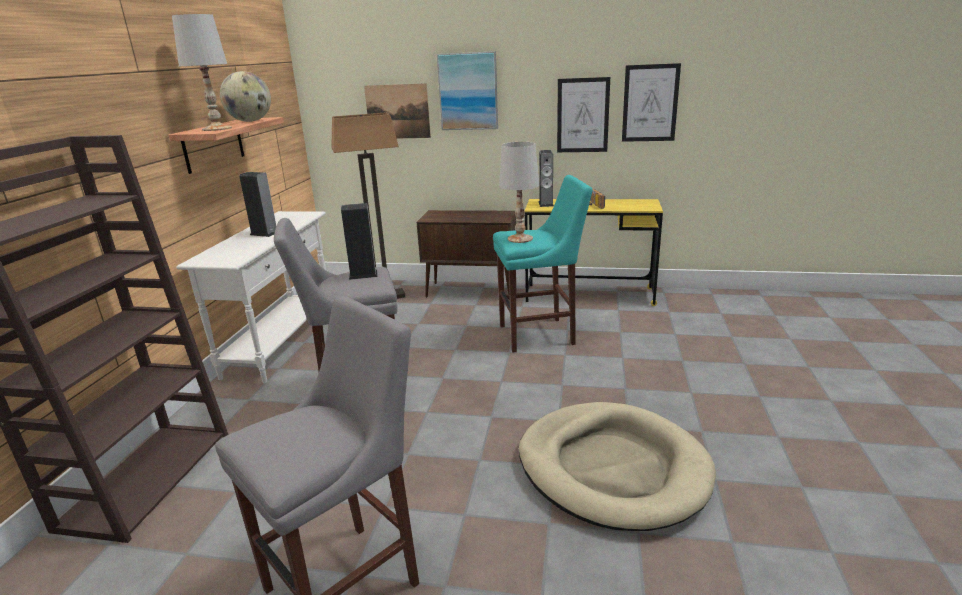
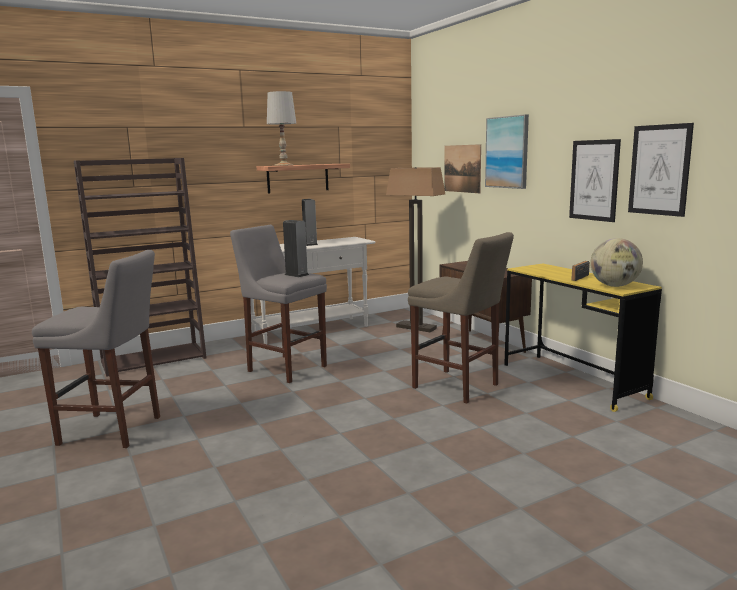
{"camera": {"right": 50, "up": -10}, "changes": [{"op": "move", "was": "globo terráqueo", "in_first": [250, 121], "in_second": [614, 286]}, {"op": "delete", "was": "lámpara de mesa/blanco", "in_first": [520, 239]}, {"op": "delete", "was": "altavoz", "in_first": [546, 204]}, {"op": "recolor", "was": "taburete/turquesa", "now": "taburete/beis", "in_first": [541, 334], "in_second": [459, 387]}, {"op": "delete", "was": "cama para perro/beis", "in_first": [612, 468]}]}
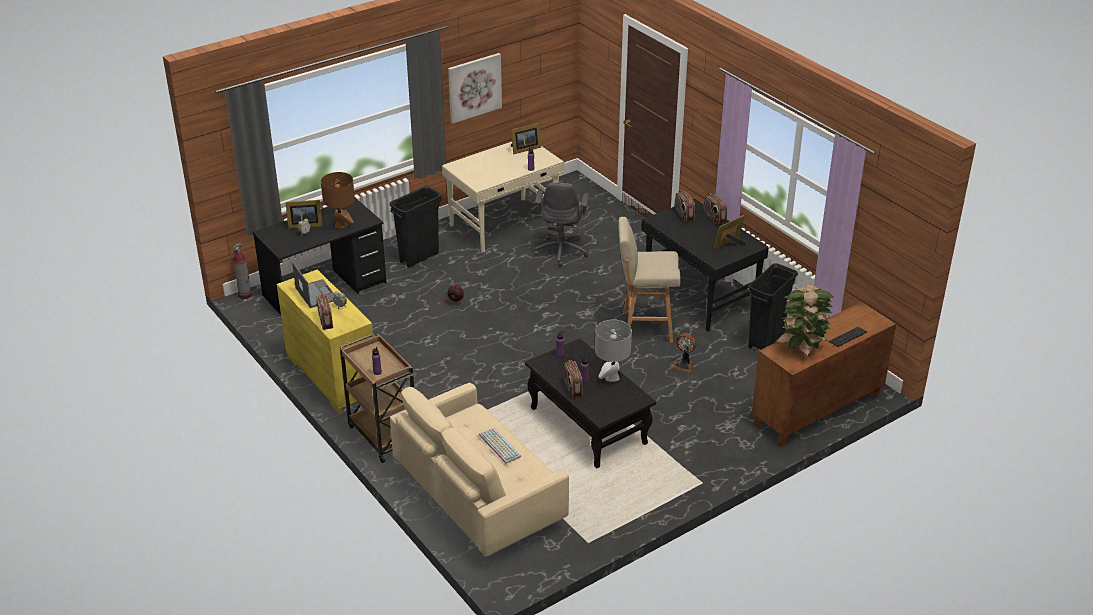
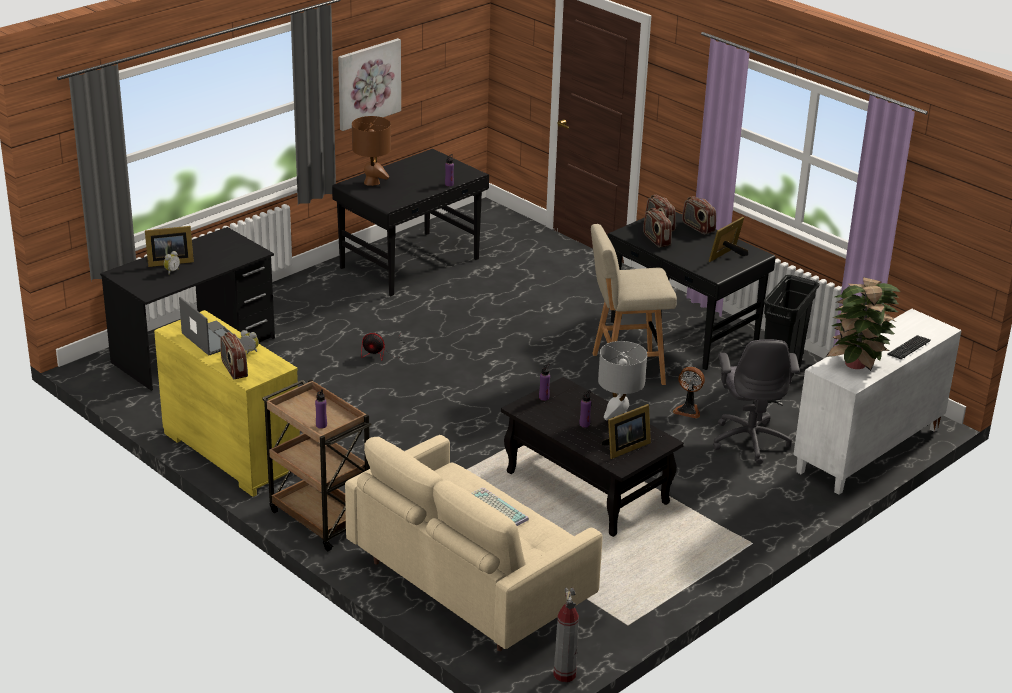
{"camera": {"right": -10, "up": -5}, "changes": [{"op": "move", "was": "portarretratos", "in_first": [524, 149], "in_second": [625, 448]}, {"op": "recolor", "was": "escritorio/beis", "now": "escritorio/negro", "in_first": [504, 225], "in_second": [411, 263]}, {"op": "move", "was": "lámpara de mesa/marrón", "in_first": [341, 225], "in_second": [372, 182]}, {"op": "move", "was": "silla de oficina/gris", "in_first": [562, 251], "in_second": [750, 440]}, {"op": "delete", "was": "papelera/negro", "in_first": [419, 257]}, {"op": "move", "was": "extintor", "in_first": [245, 295], "in_second": [564, 674]}, {"op": "recolor", "was": "armario/marrón", "now": "armario/blanco", "in_first": [817, 411], "in_second": [868, 451]}, {"op": "move", "was": "radio", "in_first": [572, 388], "in_second": [656, 240]}]}
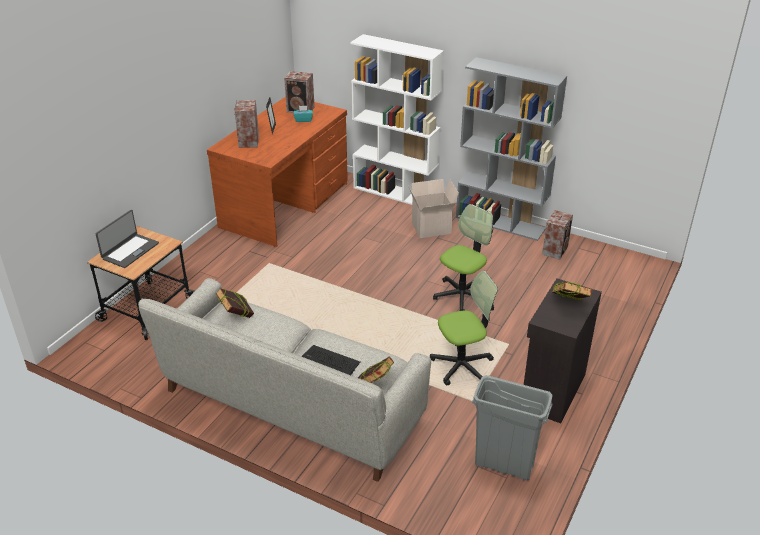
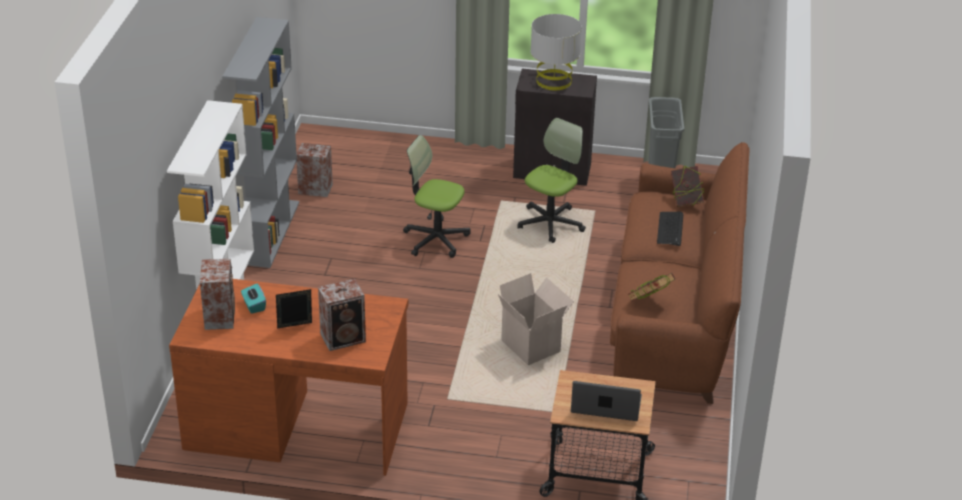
{"camera": {"right": -110, "up": 0}, "changes": [{"op": "move", "was": "caja de cartón", "in_first": [431, 229], "in_second": [532, 346]}, {"op": "rotate", "was": "silla de oficina", "in_first": [462, 366], "in_second": [550, 223], "clockwise": 75}, {"op": "recolor", "was": "sofá/gris", "now": "sofá/marrón", "in_first": [290, 405], "in_second": [674, 314]}, {"op": "replace", "was": "libro", "now": "lámpara de mesa/gris", "in_first": [569, 305], "in_second": [554, 81]}]}
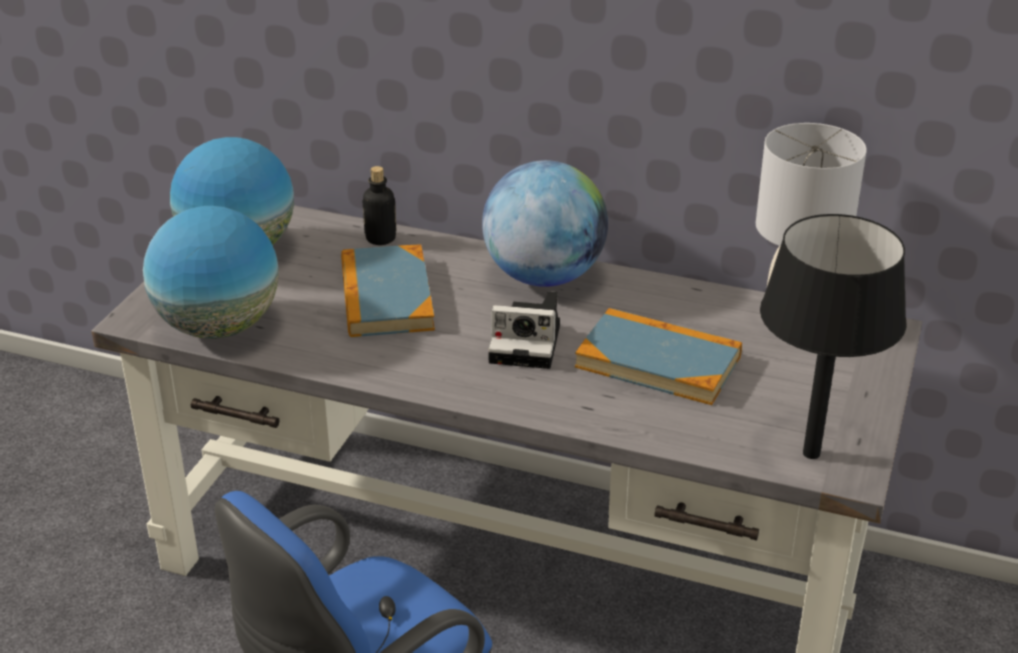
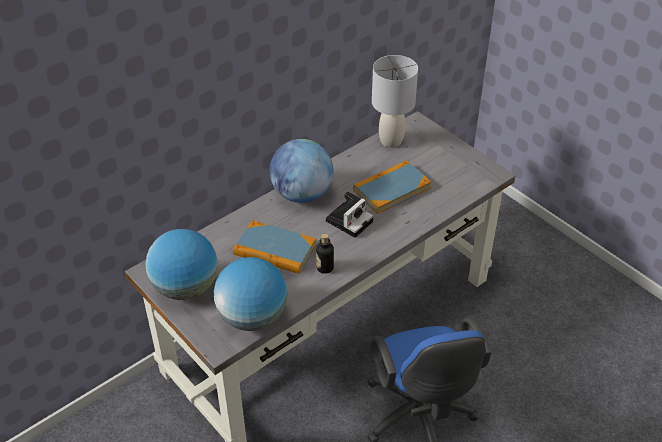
{"camera": {"right": -60, "up": 10}, "changes": [{"op": "move", "was": "botella", "in_first": [380, 238], "in_second": [325, 268]}, {"op": "delete", "was": "lámpara de mesa/negro", "in_first": [811, 454]}]}
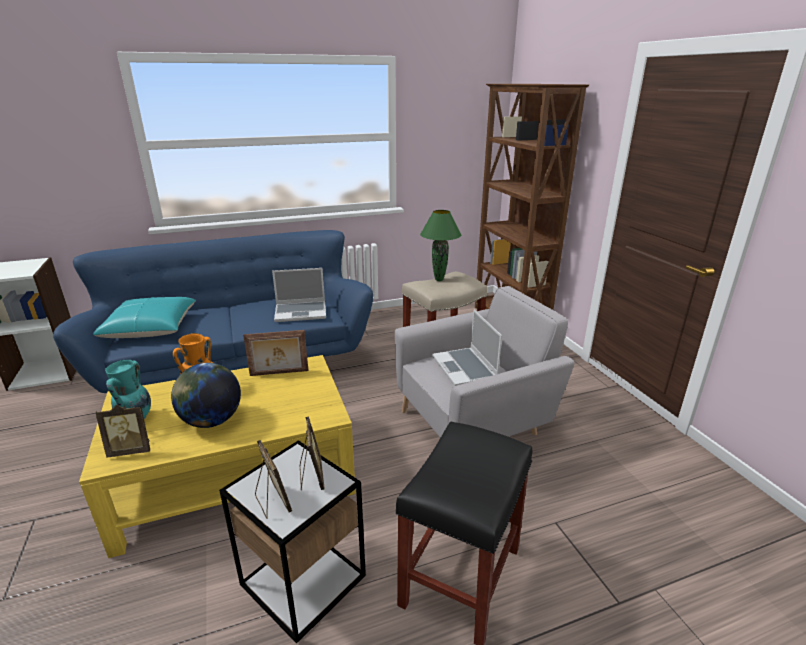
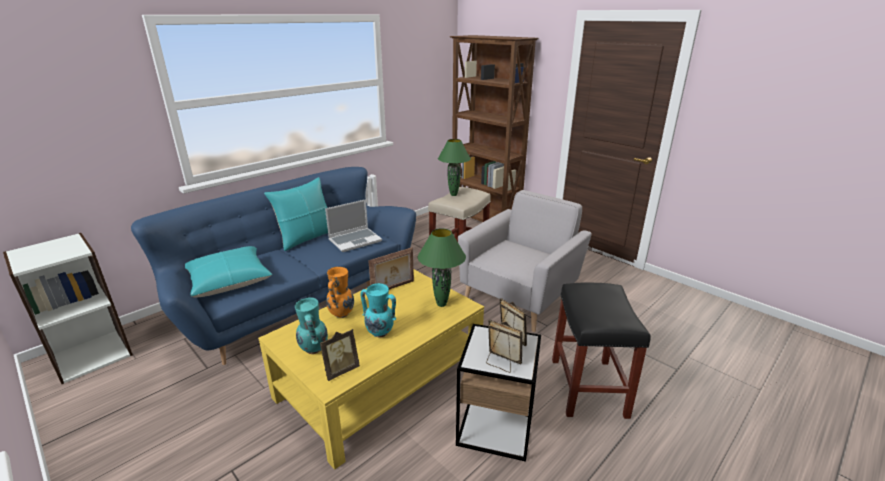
{"camera": {"right": -25, "up": 0}, "changes": [{"op": "delete", "was": "portátil", "in_first": [465, 368]}, {"op": "replace", "was": "globo terráqueo", "now": "florero/turquesa", "in_first": [211, 421], "in_second": [380, 333]}, {"op": "insert", "now": "cojín/turquesa", "in_second": [306, 238]}, {"op": "insert", "now": "lámpara de mesa/verde", "in_second": [441, 304]}]}
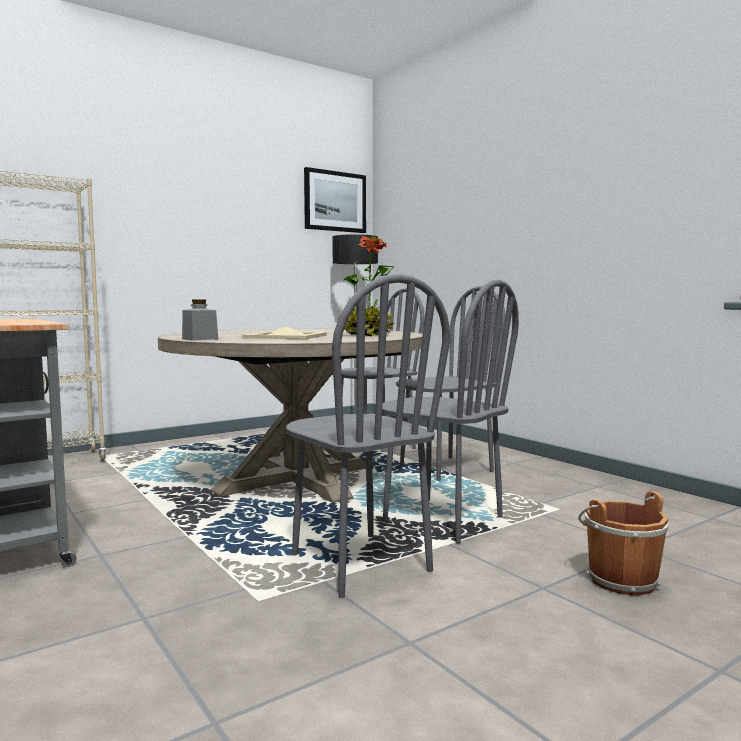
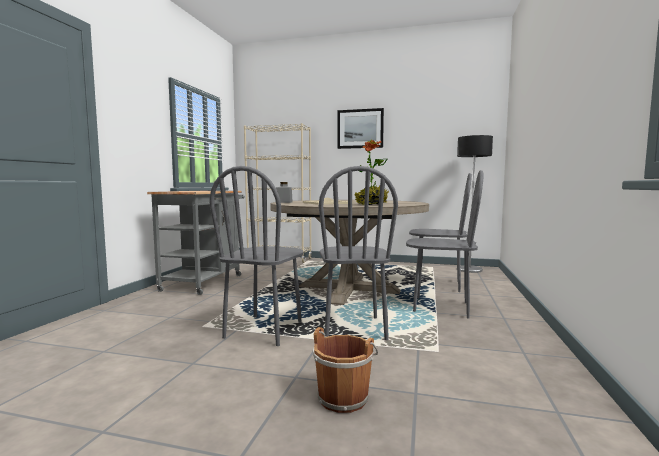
{"camera": {"right": 50, "up": 0}, "changes": [{"op": "move", "was": "cuadro", "in_first": [335, 201], "in_second": [360, 129]}]}
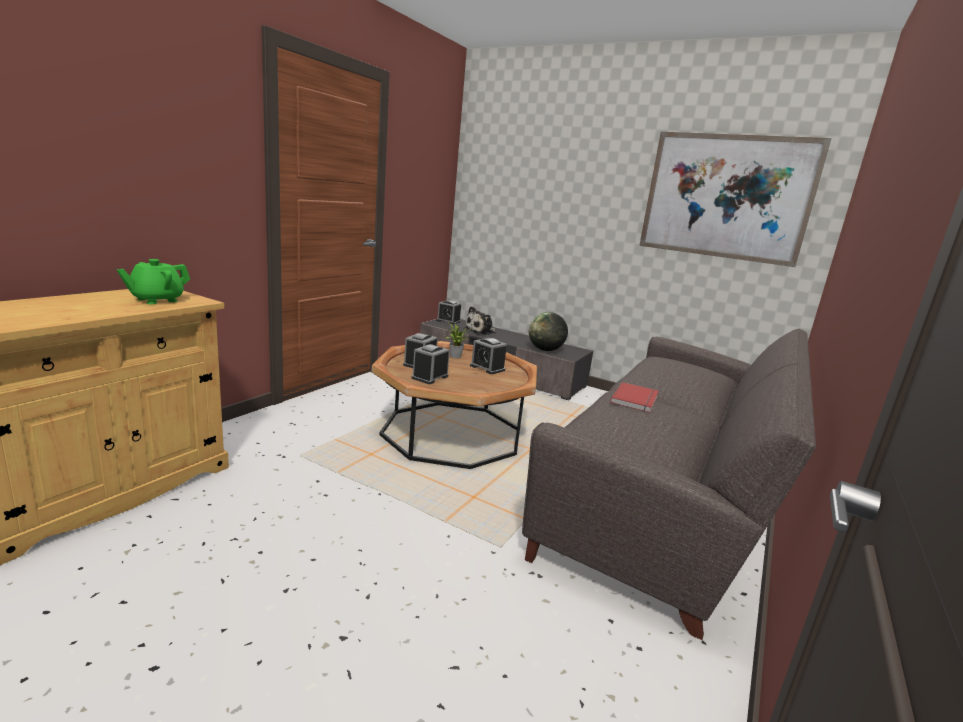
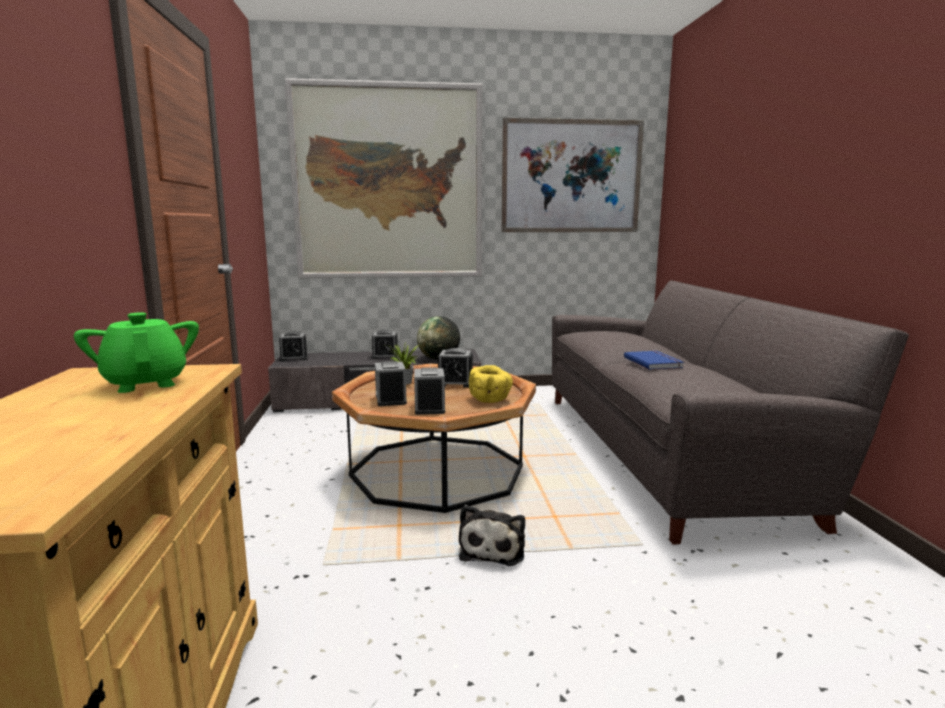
{"camera": {"right": -35, "up": -5}, "changes": [{"op": "rotate", "was": "tetera/verde", "in_first": [157, 300], "in_second": [146, 383], "clockwise": 150}, {"op": "move", "was": "peluche", "in_first": [481, 331], "in_second": [493, 549]}, {"op": "recolor", "was": "libro/rojo", "now": "libro/azul", "in_first": [636, 399], "in_second": [654, 362]}, {"op": "insert", "now": "cuadro", "in_second": [388, 183]}, {"op": "insert", "now": "despertador", "in_second": [385, 356]}, {"op": "insert", "now": "cuenco/amarillo", "in_second": [490, 399]}]}
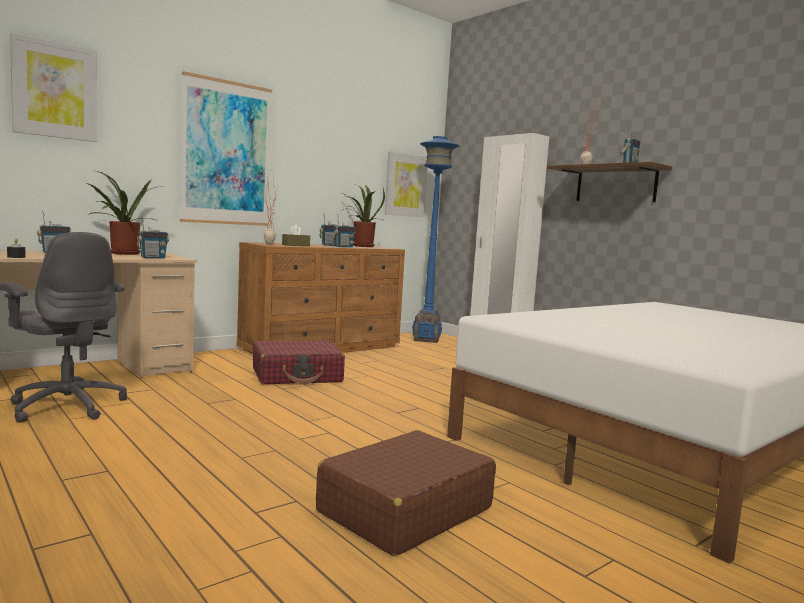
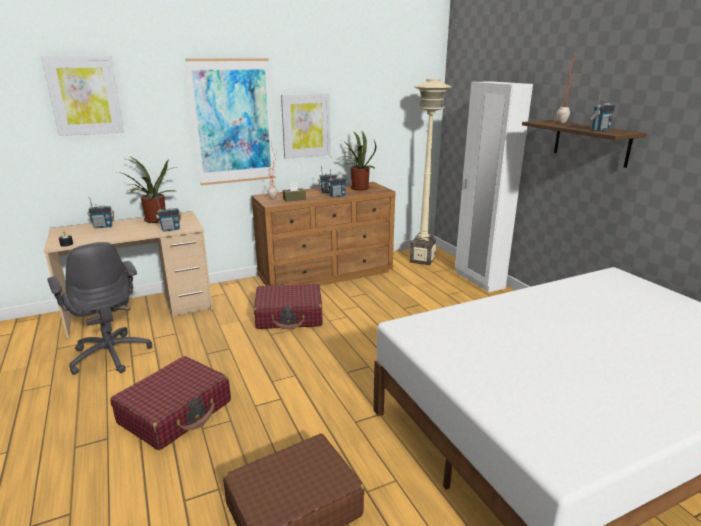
{"camera": {"right": 15, "up": 15}, "changes": [{"op": "recolor", "was": "lámpara de pie/azul", "now": "lámpara de pie/beis", "in_first": [426, 339], "in_second": [422, 260]}, {"op": "move", "was": "cuadro", "in_first": [405, 185], "in_second": [306, 125]}, {"op": "insert", "now": "maleta/rojo", "in_second": [176, 412]}]}
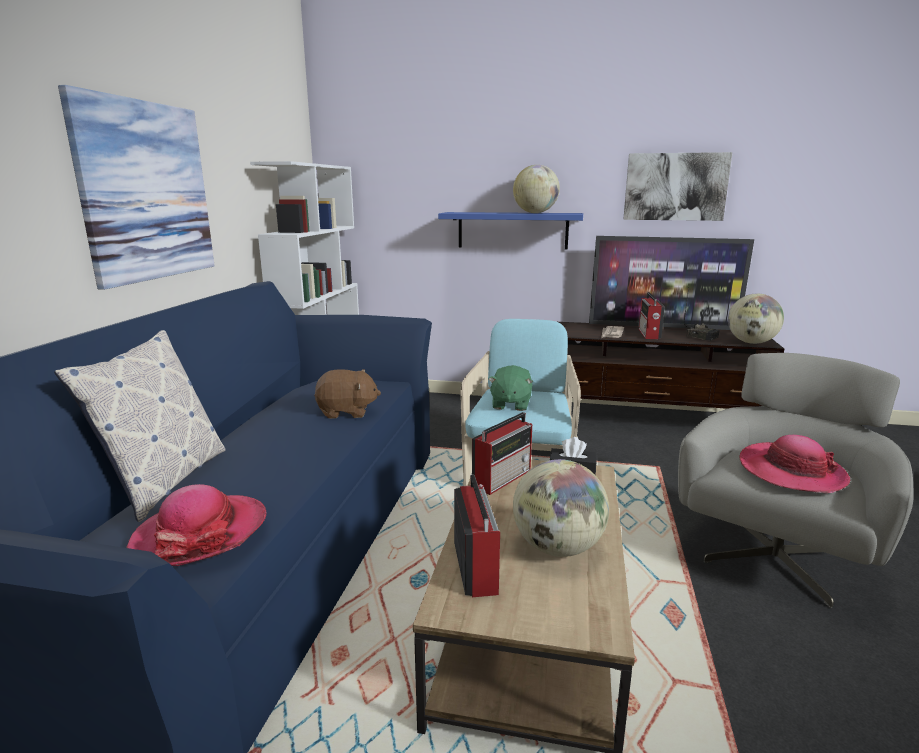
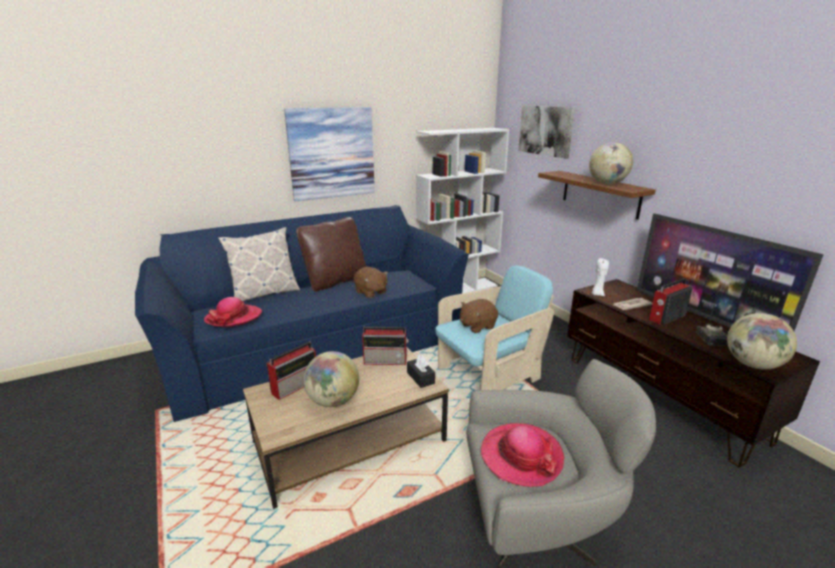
{"camera": {"right": 50, "up": 5}, "changes": [{"op": "move", "was": "cuadro", "in_first": [675, 187], "in_second": [545, 130]}, {"op": "recolor", "was": "estante/azul", "now": "estante/marrón", "in_first": [512, 230], "in_second": [600, 194]}, {"op": "recolor", "was": "peluche/verde", "now": "peluche/marrón", "in_first": [510, 404], "in_second": [477, 326]}, {"op": "insert", "now": "cojín/marrón", "in_second": [335, 281]}, {"op": "insert", "now": "vela/blanco", "in_second": [597, 294]}]}
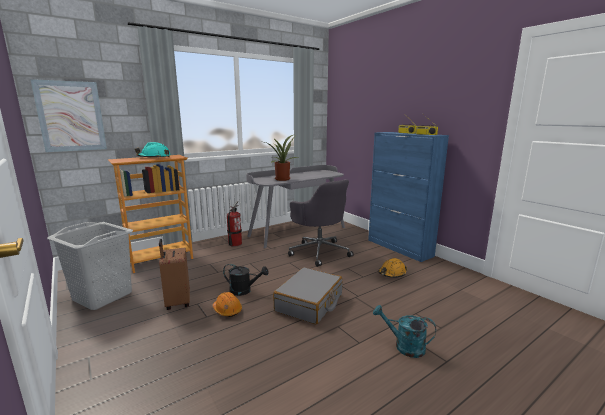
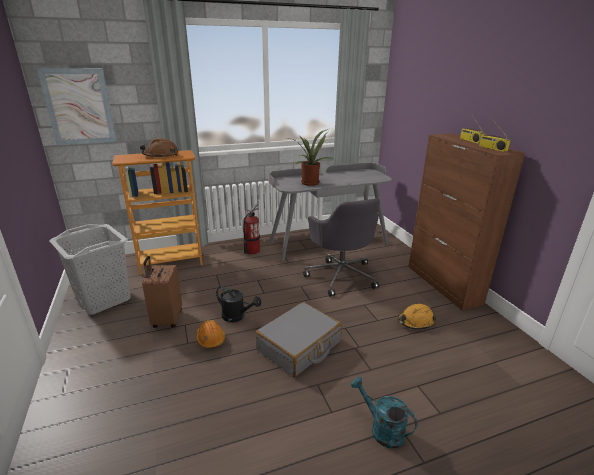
{"camera": {"right": 15, "up": 10}, "changes": [{"op": "recolor", "was": "armario/azul", "now": "armario/marrón", "in_first": [399, 248], "in_second": [443, 284]}, {"op": "recolor", "was": "casco/turquesa", "now": "casco/marrón", "in_first": [154, 158], "in_second": [161, 155]}]}
